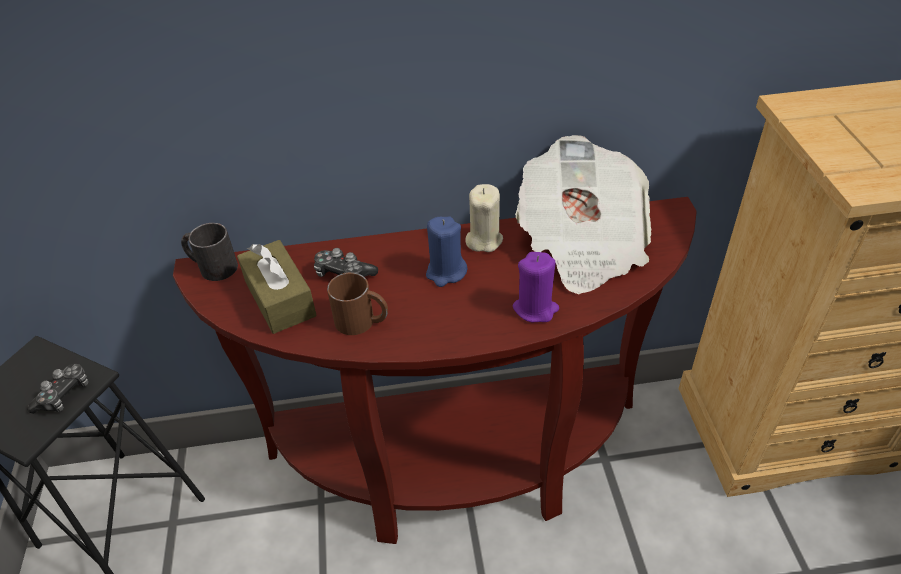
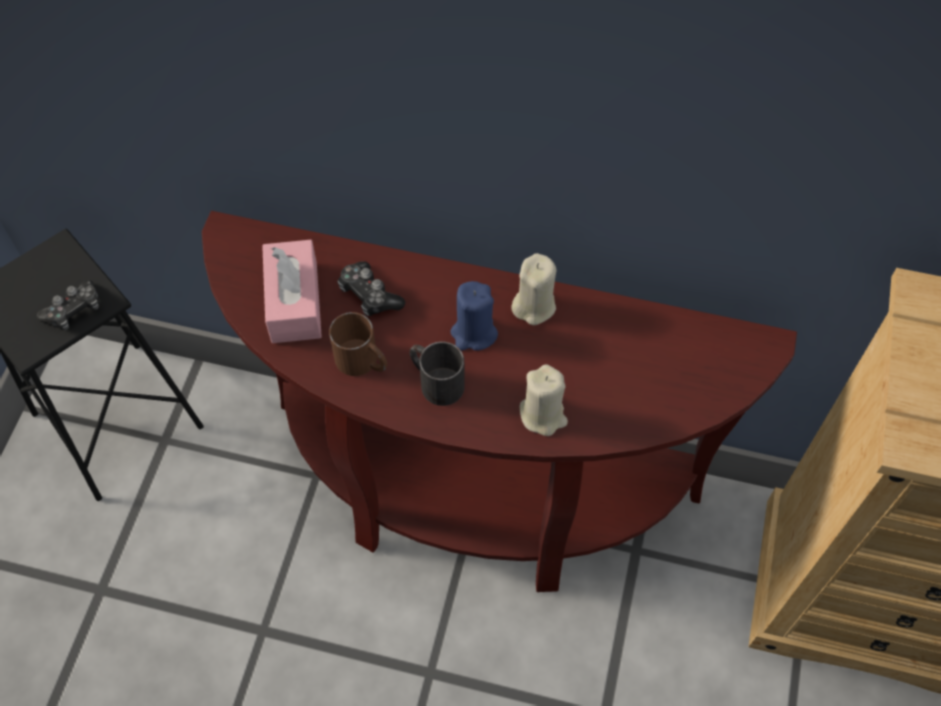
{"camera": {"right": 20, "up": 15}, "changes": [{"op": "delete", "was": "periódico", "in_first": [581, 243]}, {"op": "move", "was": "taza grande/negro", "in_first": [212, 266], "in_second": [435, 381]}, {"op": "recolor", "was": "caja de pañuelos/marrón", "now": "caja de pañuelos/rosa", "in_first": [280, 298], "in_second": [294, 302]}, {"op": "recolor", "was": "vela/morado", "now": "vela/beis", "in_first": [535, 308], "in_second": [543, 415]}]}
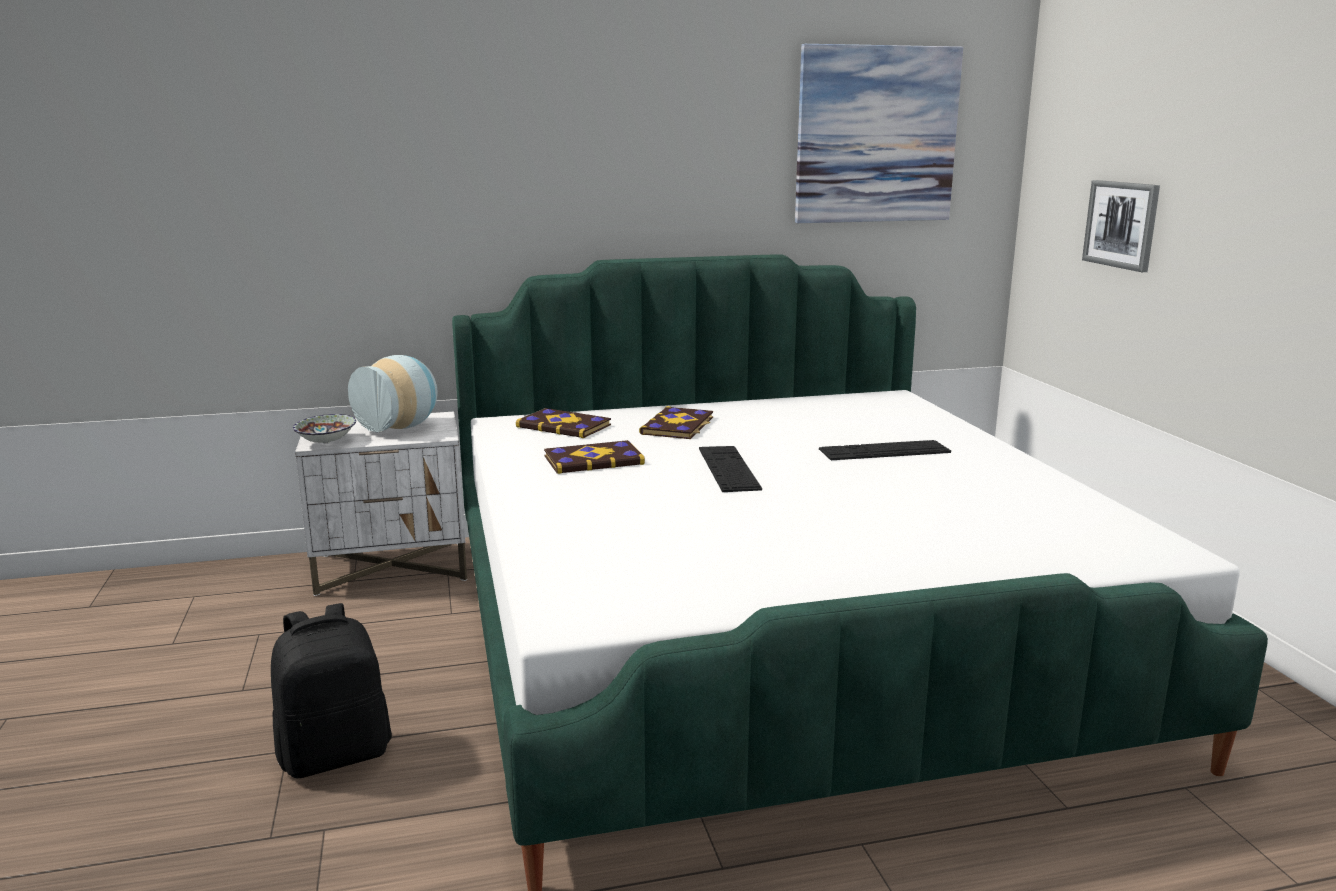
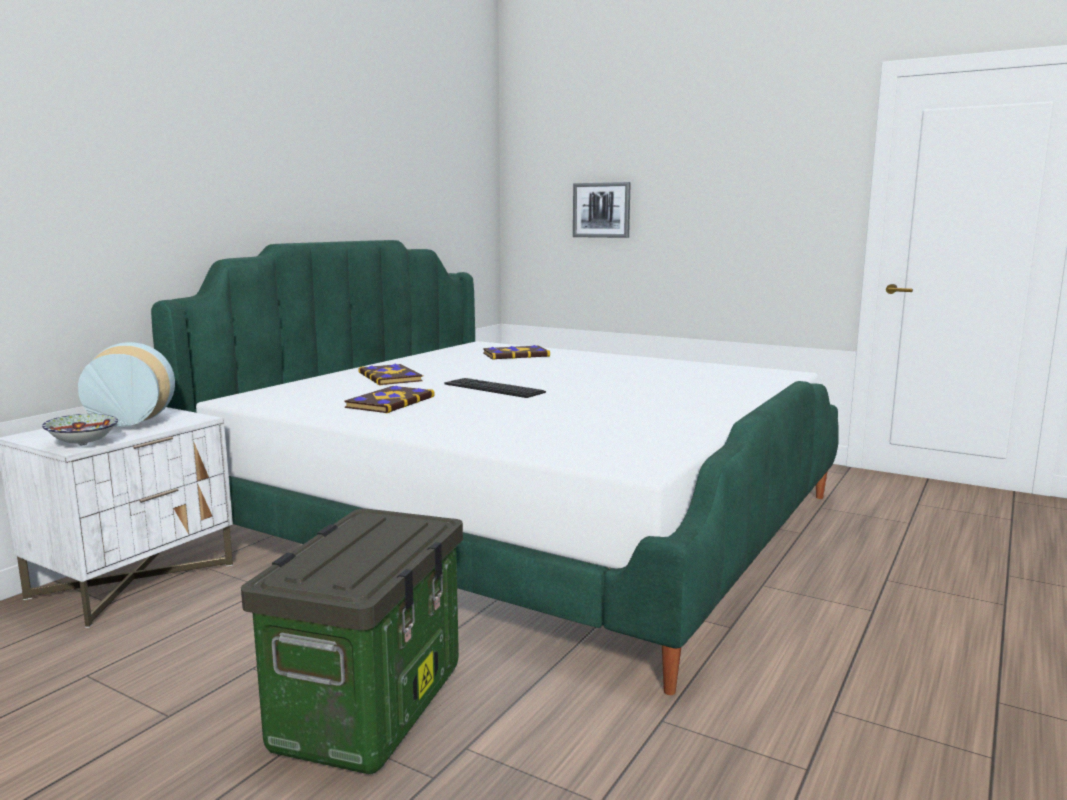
{"camera": {"right": -45, "up": -5}, "changes": [{"op": "delete", "was": "cuadro", "in_first": [876, 135]}, {"op": "move", "was": "libro", "in_first": [564, 426], "in_second": [516, 355]}, {"op": "delete", "was": "teclado", "in_first": [884, 451]}, {"op": "replace", "was": "mochila/negro", "now": "caja de almacenaje", "in_first": [336, 754], "in_second": [369, 706]}]}
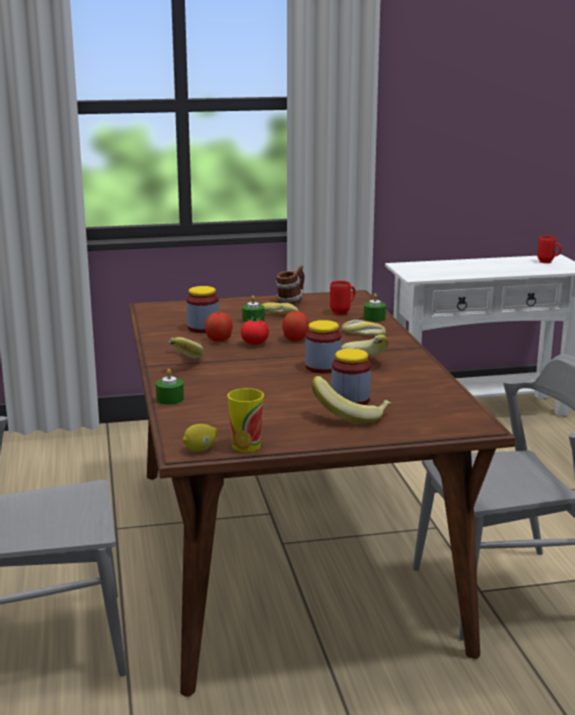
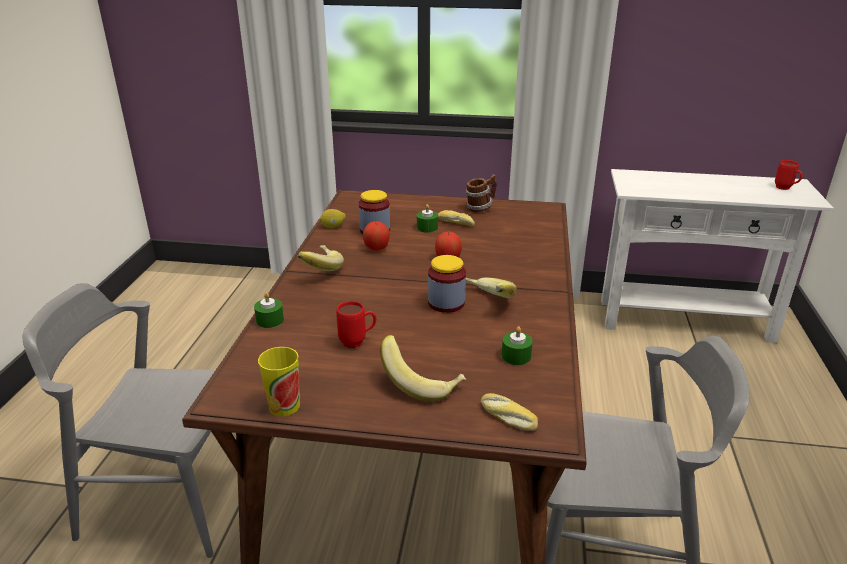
{"camera": {"right": 20, "up": 10}, "changes": [{"op": "move", "was": "taza grande/rojo", "in_first": [343, 312], "in_second": [358, 342]}, {"op": "move", "was": "vela/verde", "in_first": [374, 318], "in_second": [516, 356]}, {"op": "delete", "was": "tomate", "in_first": [254, 344]}, {"op": "move", "was": "pan", "in_first": [363, 334], "in_second": [507, 418]}, {"op": "delete", "was": "tarro", "in_first": [350, 400]}, {"op": "move", "was": "limón", "in_first": [200, 450], "in_second": [333, 227]}]}
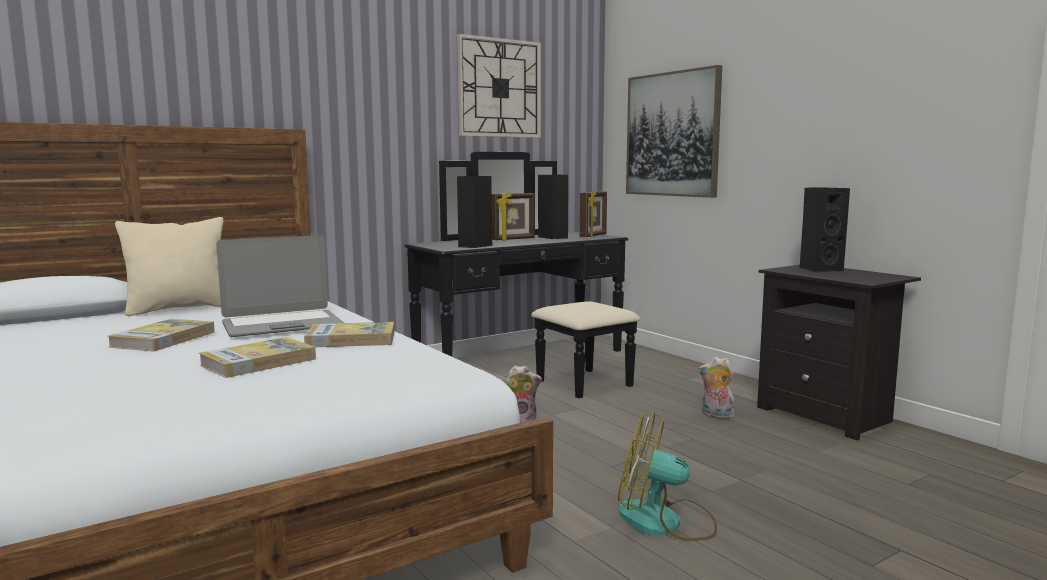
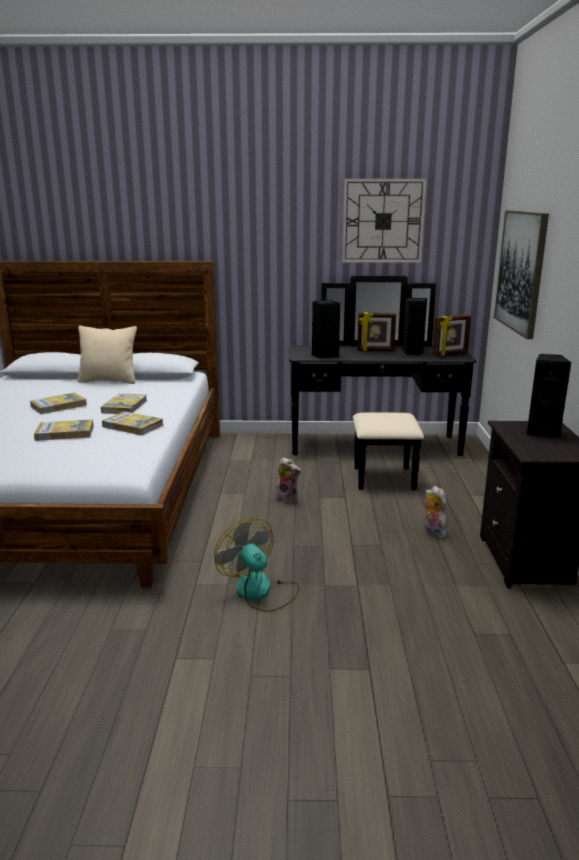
{"camera": {"right": 35, "up": 10}, "changes": [{"op": "replace", "was": "portátil", "now": "libro", "in_first": [282, 325], "in_second": [124, 406]}]}
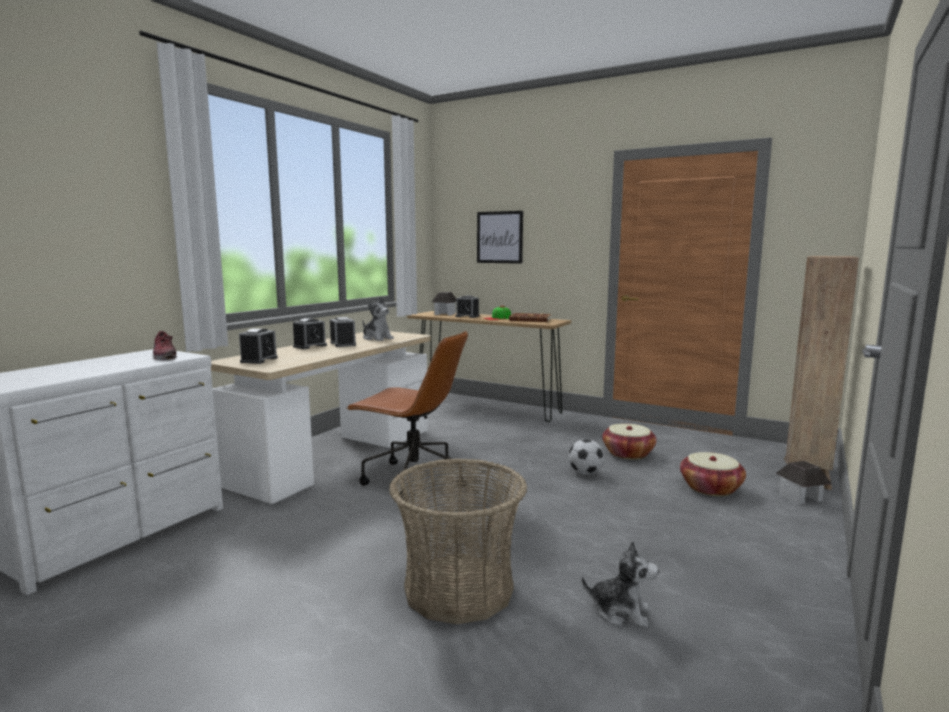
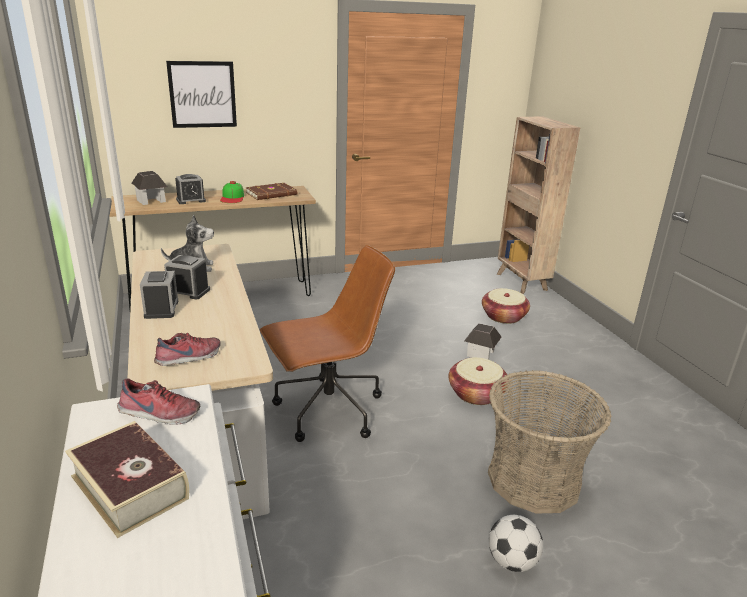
{"camera": {"right": -50, "up": 15}, "changes": [{"op": "replace", "was": "despertador", "now": "zapato", "in_first": [259, 360], "in_second": [189, 358]}, {"op": "move", "was": "cesta", "in_first": [628, 453], "in_second": [476, 394]}, {"op": "move", "was": "balón de fútbol", "in_first": [585, 473], "in_second": [512, 561]}, {"op": "move", "was": "casita", "in_first": [800, 497], "in_second": [480, 353]}, {"op": "delete", "was": "peluche", "in_first": [620, 612]}, {"op": "insert", "now": "libro", "in_second": [129, 487]}]}
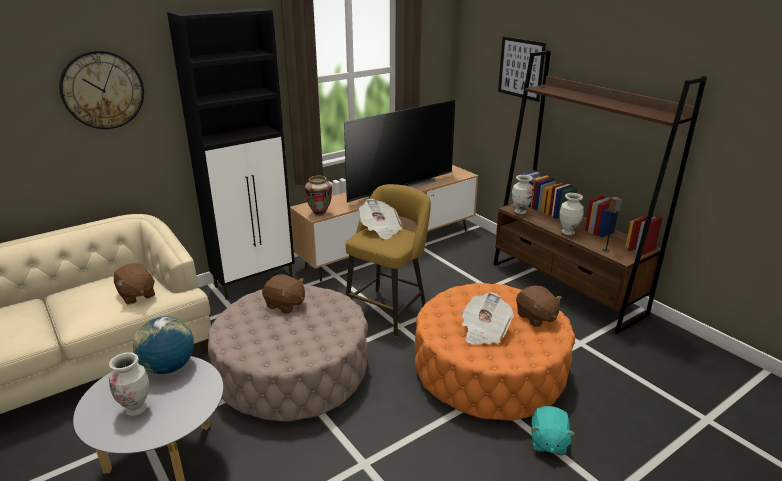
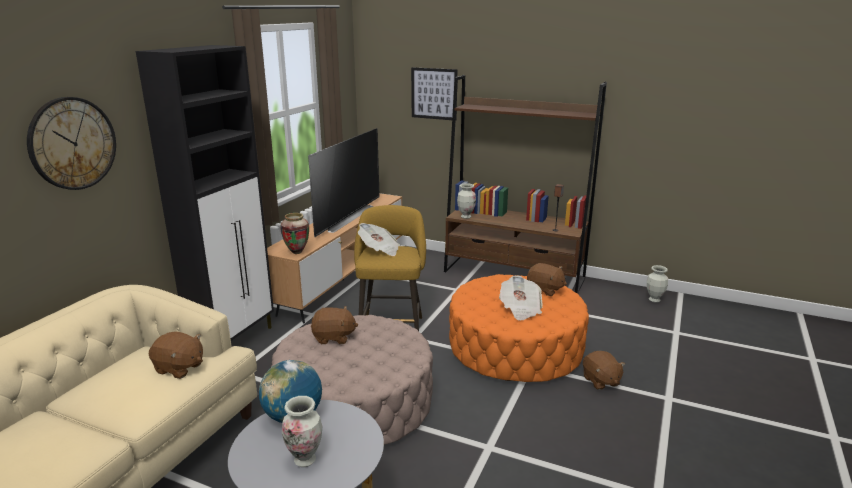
{"camera": {"right": -30, "up": -5}, "changes": [{"op": "move", "was": "florero", "in_first": [568, 232], "in_second": [654, 300]}, {"op": "recolor", "was": "peluche/turquesa", "now": "peluche/marrón", "in_first": [548, 442], "in_second": [600, 381]}]}
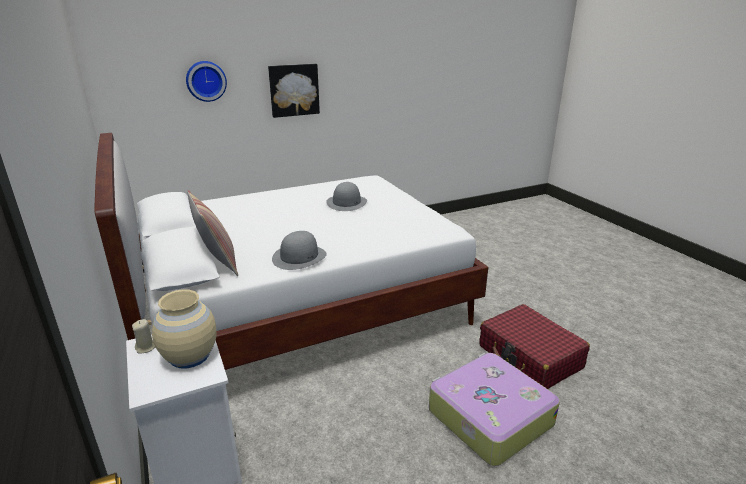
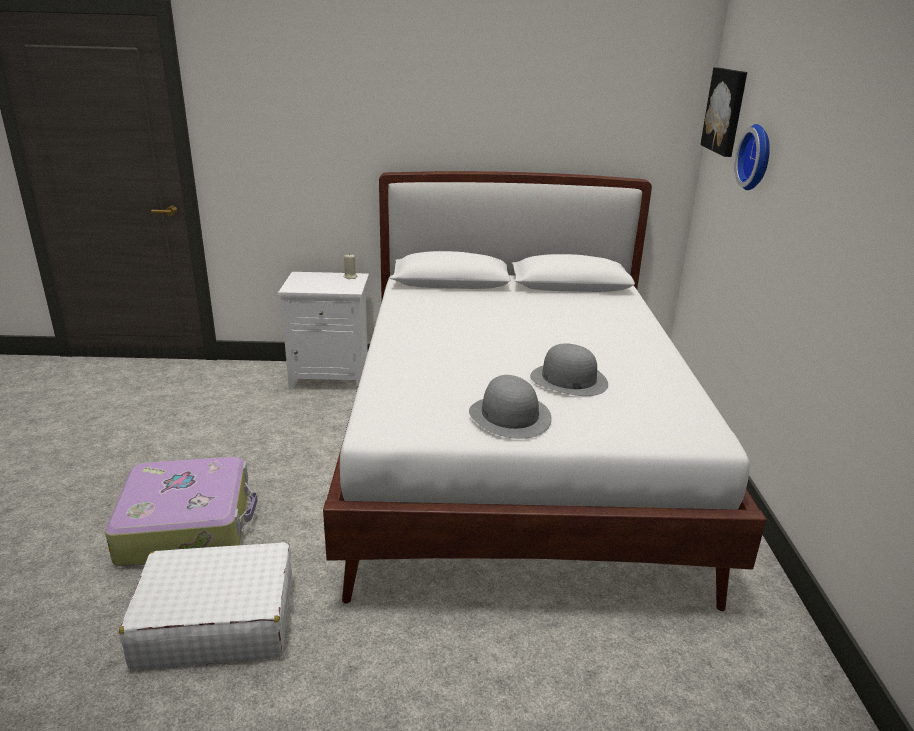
{"camera": {"right": 115, "up": 0}, "changes": [{"op": "move", "was": "cuadro", "in_first": [294, 90], "in_second": [726, 111]}, {"op": "delete", "was": "cojín", "in_first": [217, 262]}, {"op": "move", "was": "sombrero/gris", "in_first": [299, 257], "in_second": [510, 416]}, {"op": "delete", "was": "florero/beis", "in_first": [189, 356]}, {"op": "recolor", "was": "maleta/rojo", "now": "maleta/blanco", "in_first": [530, 357], "in_second": [216, 621]}]}
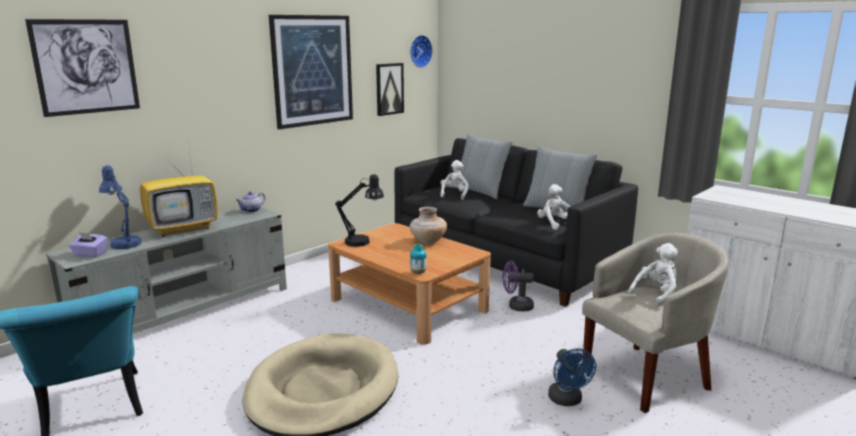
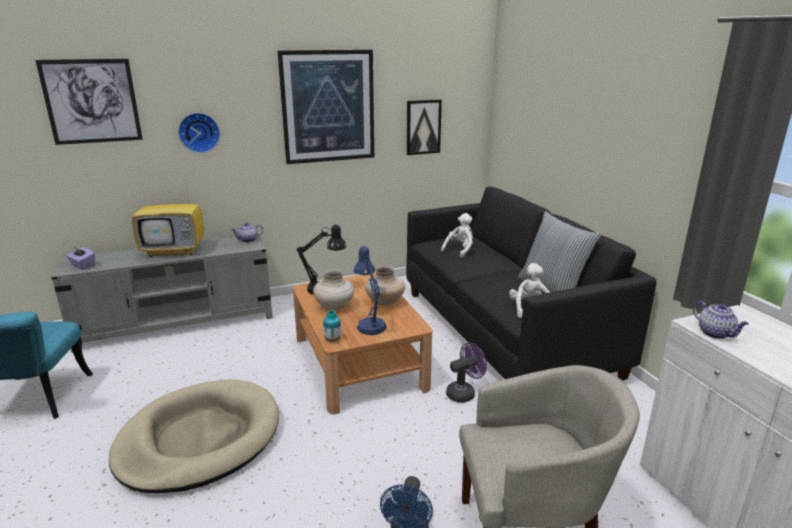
{"camera": {"right": 25, "up": 5}, "changes": [{"op": "move", "was": "reloj de pared", "in_first": [419, 51], "in_second": [199, 132]}, {"op": "delete", "was": "cojín", "in_first": [480, 191]}, {"op": "move", "was": "lámpara de mesa/azul", "in_first": [124, 243], "in_second": [369, 324]}, {"op": "delete", "was": "peluche/blanco", "in_first": [656, 294]}, {"op": "rotate", "was": "ventilador/morado", "in_first": [516, 306], "in_second": [464, 393], "clockwise": 120}, {"op": "insert", "now": "florero/beis", "in_second": [334, 306]}, {"op": "insert", "now": "tetera", "in_second": [716, 333]}]}
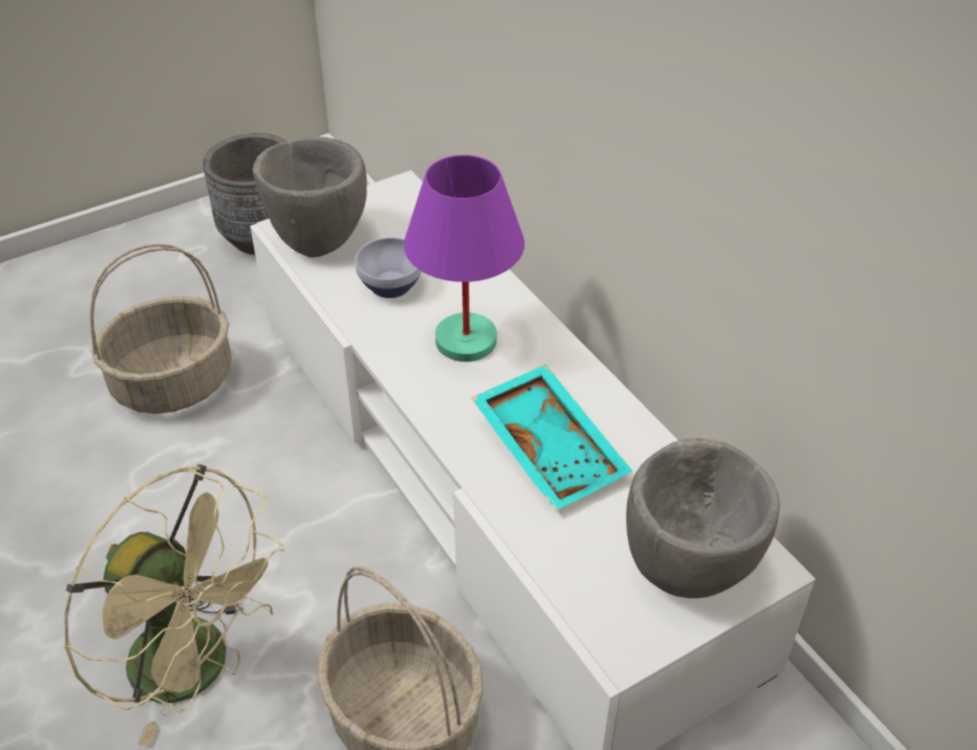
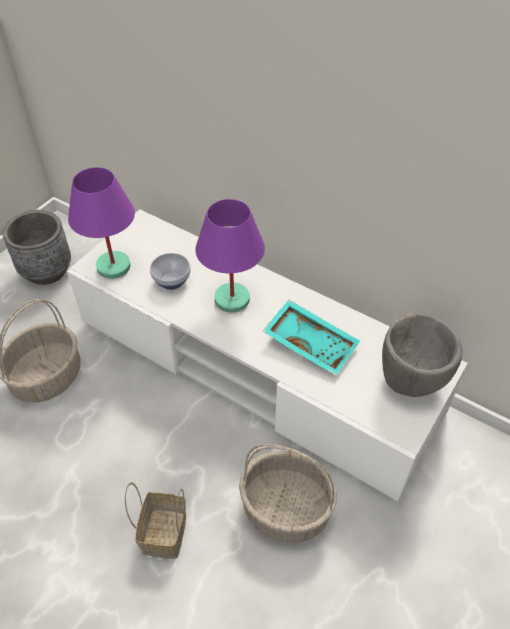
{"camera": {"right": -25, "up": 5}, "changes": [{"op": "replace", "was": "cuenco/gris", "now": "lámpara de mesa/morado", "in_first": [318, 238], "in_second": [112, 266]}, {"op": "replace", "was": "ventilador/beis", "now": "cesta", "in_first": [199, 668], "in_second": [163, 531]}]}
